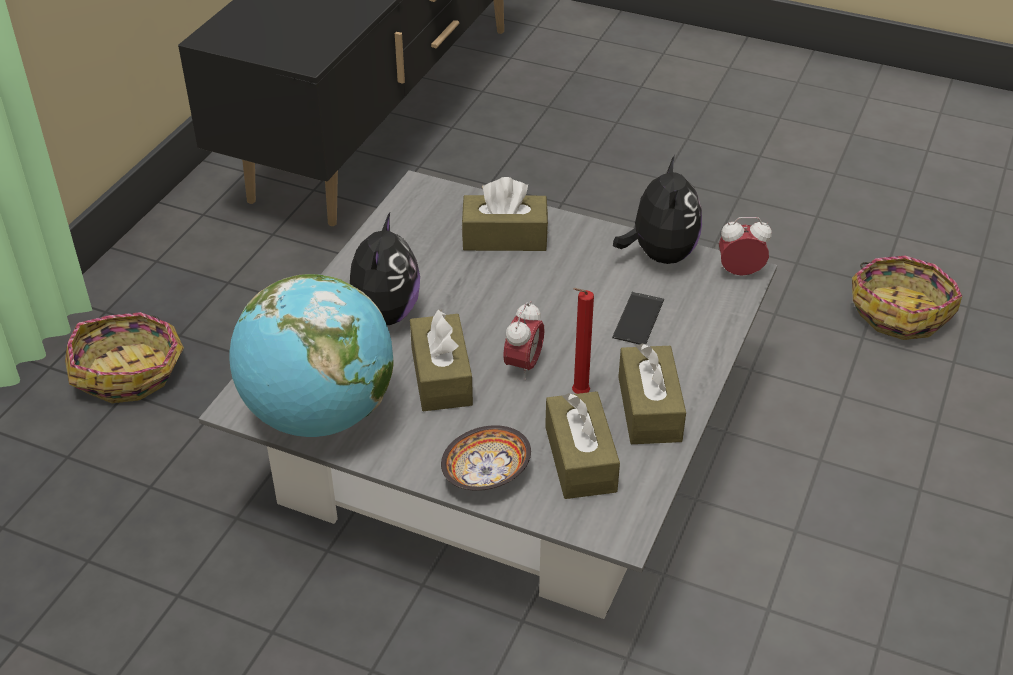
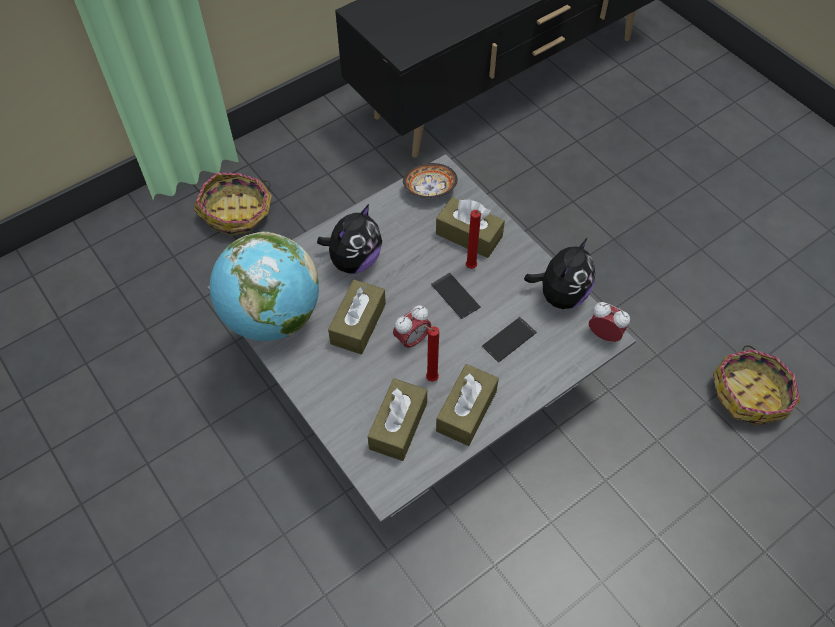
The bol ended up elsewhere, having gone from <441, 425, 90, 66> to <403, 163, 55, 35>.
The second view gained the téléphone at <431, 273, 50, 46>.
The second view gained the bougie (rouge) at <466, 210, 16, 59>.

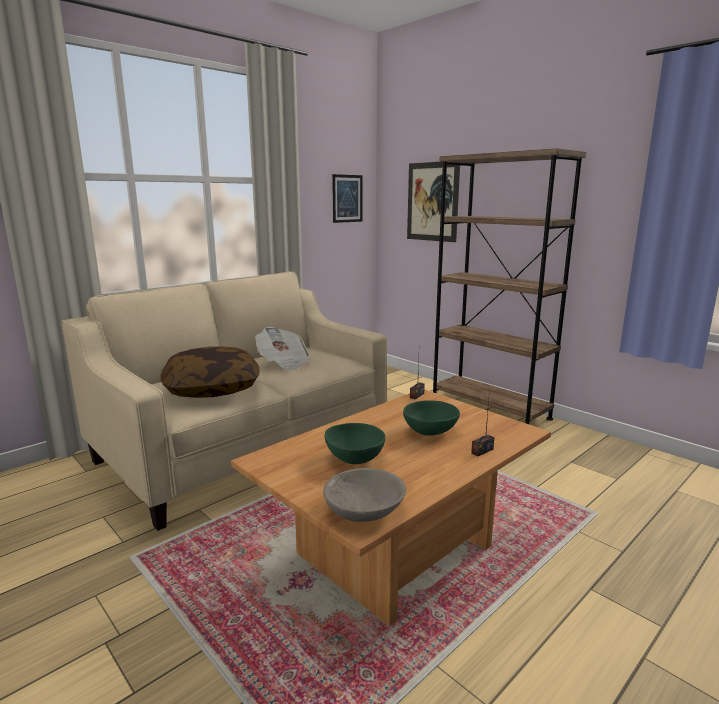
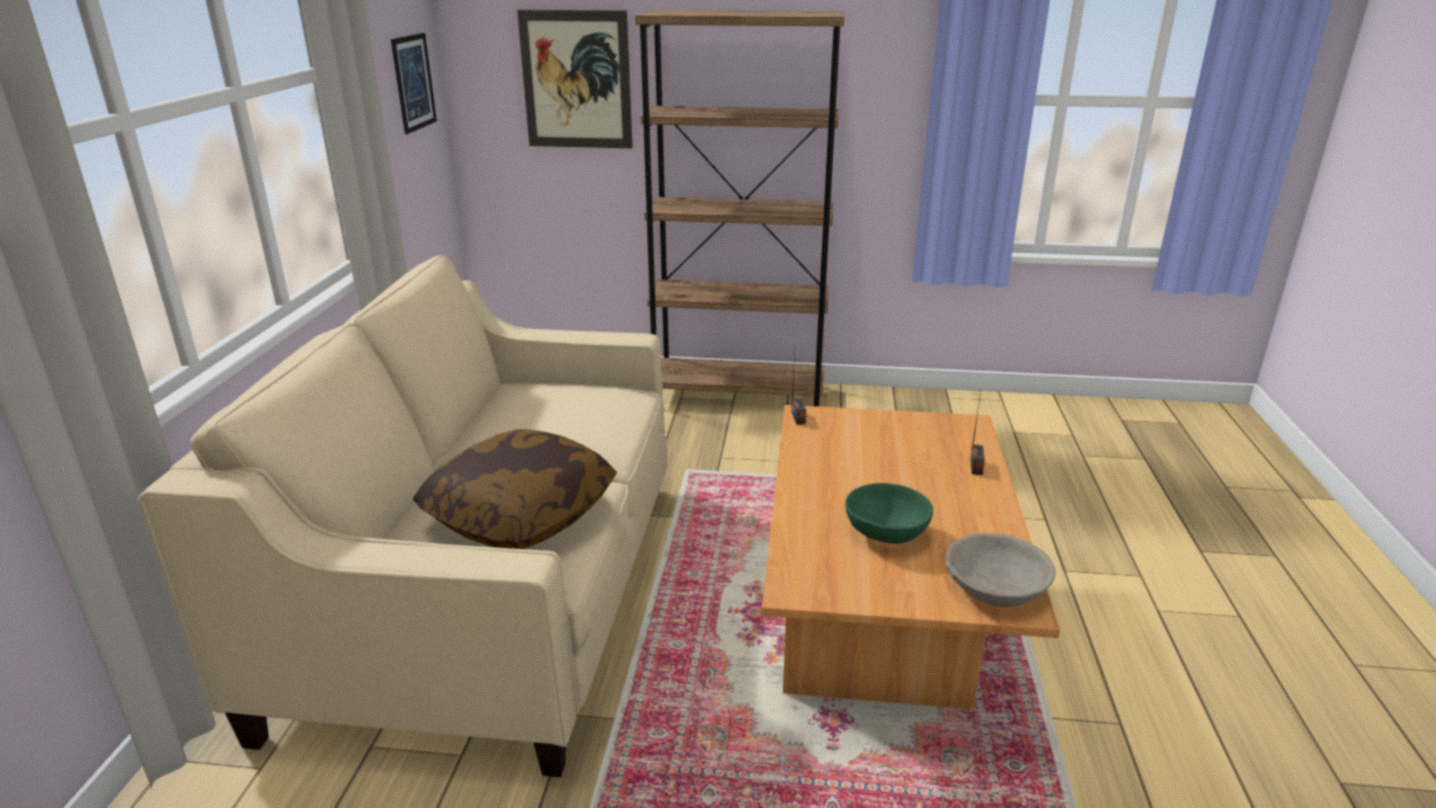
The second view lost the journal at <255, 327, 56, 44>.
The second view lost the bol (vert) at <403, 400, 57, 36>.

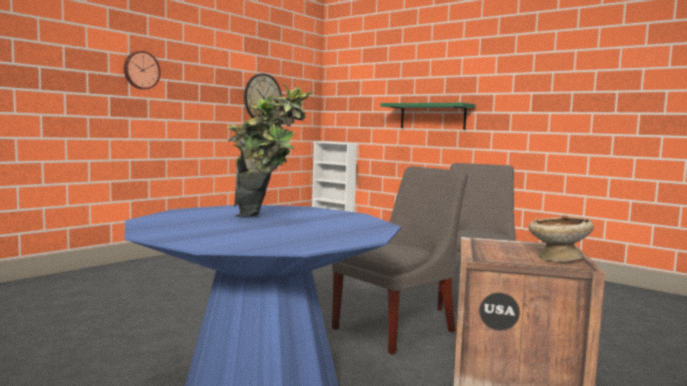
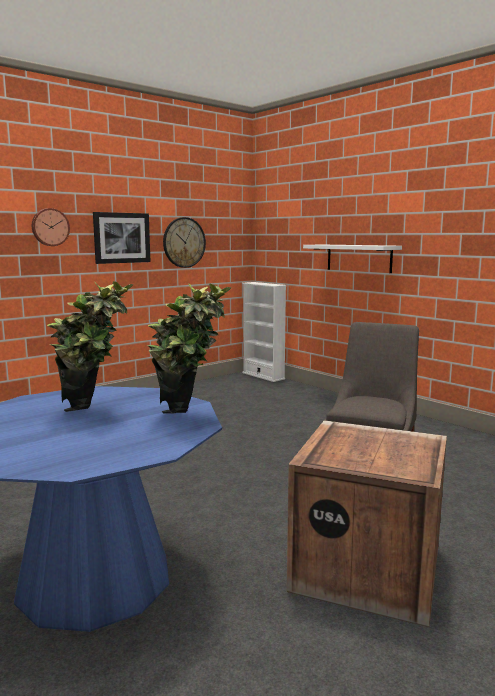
The second view lost the chaise (gris) at <332, 166, 136, 189>.
What was the étagère (vert) at <380, 103, 96, 27> turned into the étagère (blanc) at <303, 245, 99, 28>.
The second view lost the bol (beige) at <529, 214, 65, 47>.
The second view gained the tableau at <93, 212, 57, 52>.
The second view gained the plante en pot at <147, 283, 84, 131>.

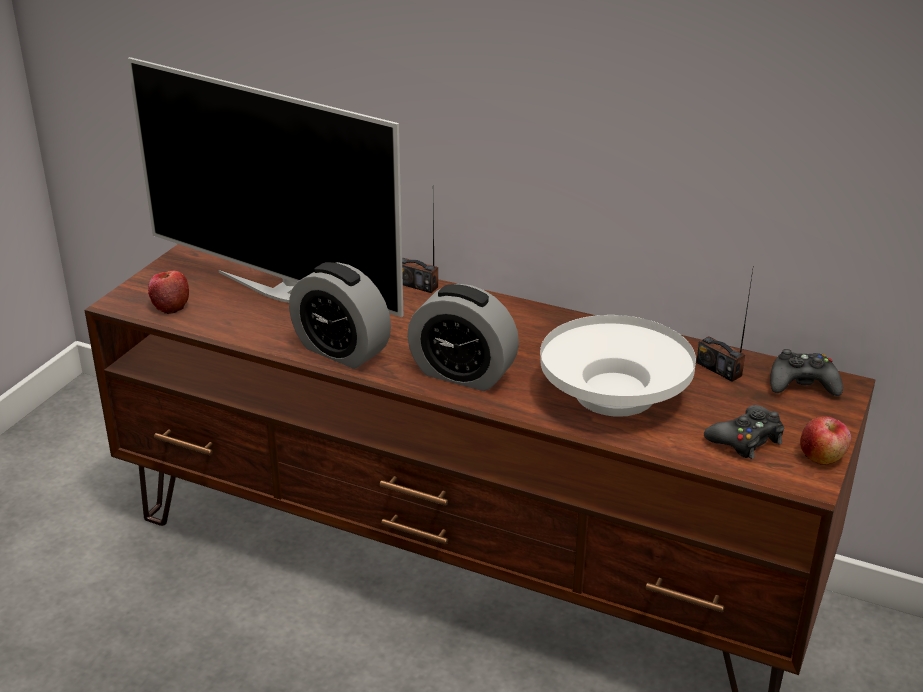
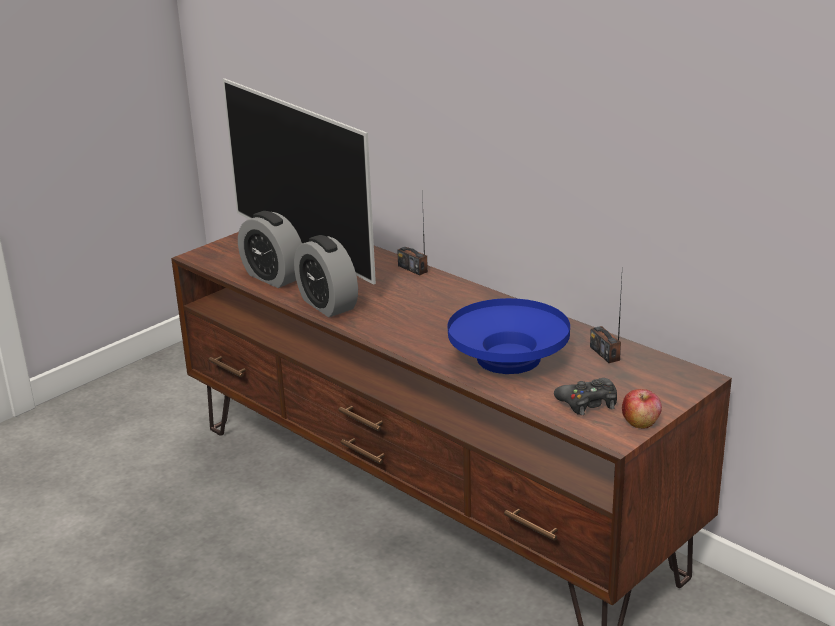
The second view lost the pomme at <148, 271, 41, 43>.
The réveil ended up elsewhere, having gone from <407, 284, 112, 107> to <238, 211, 64, 77>.
What was the bol (blanc) at <540, 315, 156, 101> turned into the bol (bleu) at <447, 298, 123, 76>.
The second view lost the manette (noir) at <770, 349, 73, 47>.

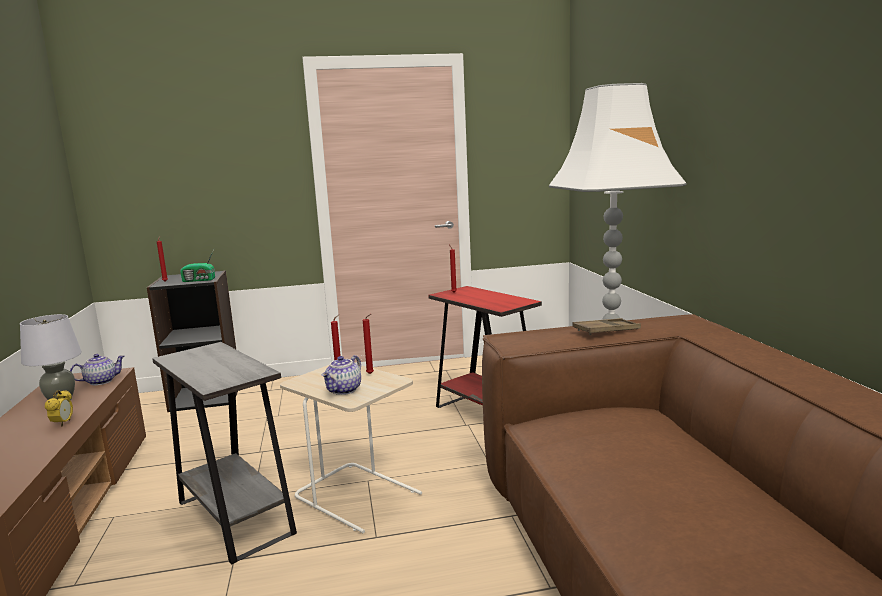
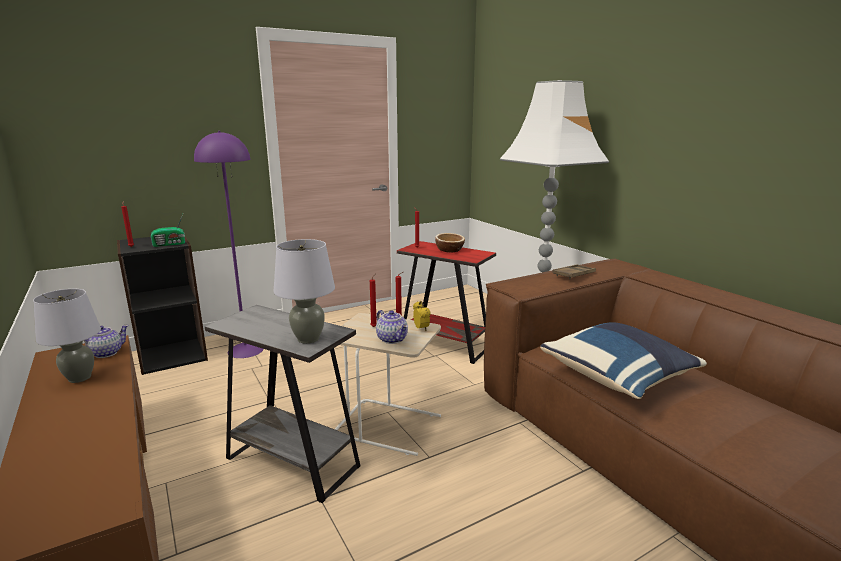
The réveil ended up elsewhere, having gone from <45, 390, 28, 37> to <413, 301, 17, 30>.
The théière at <322, 355, 39, 40> ended up facing another way, 45 degrees counterclockwise from before.
The second view gained the lampadaire (violet) at <194, 131, 70, 227>.
The second view gained the lampe de table (gris) at <273, 239, 62, 105>.
The second view gained the bol at <435, 233, 30, 19>.
The second view gained the coussin (bleu) at <540, 322, 167, 77>.

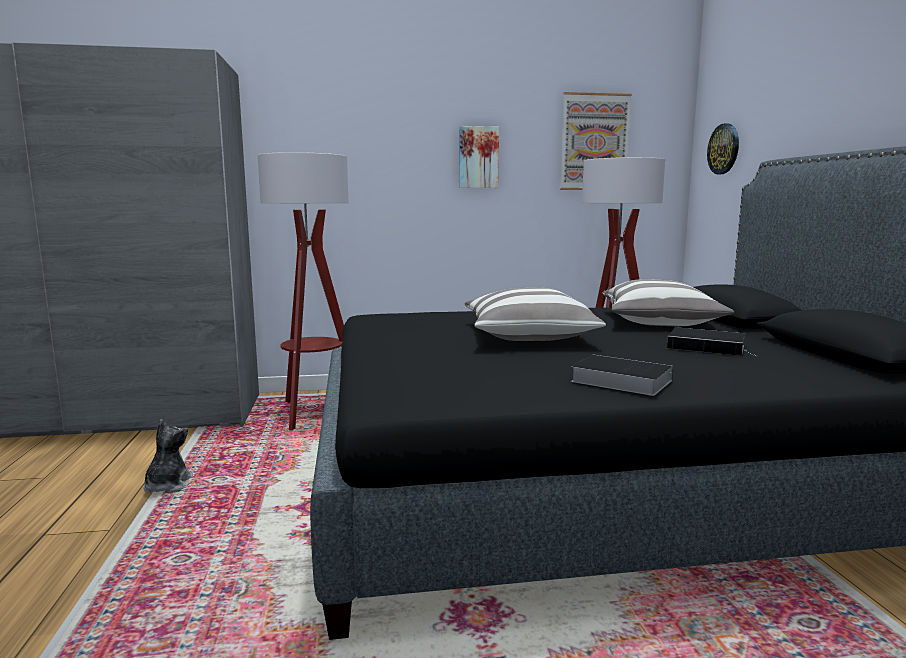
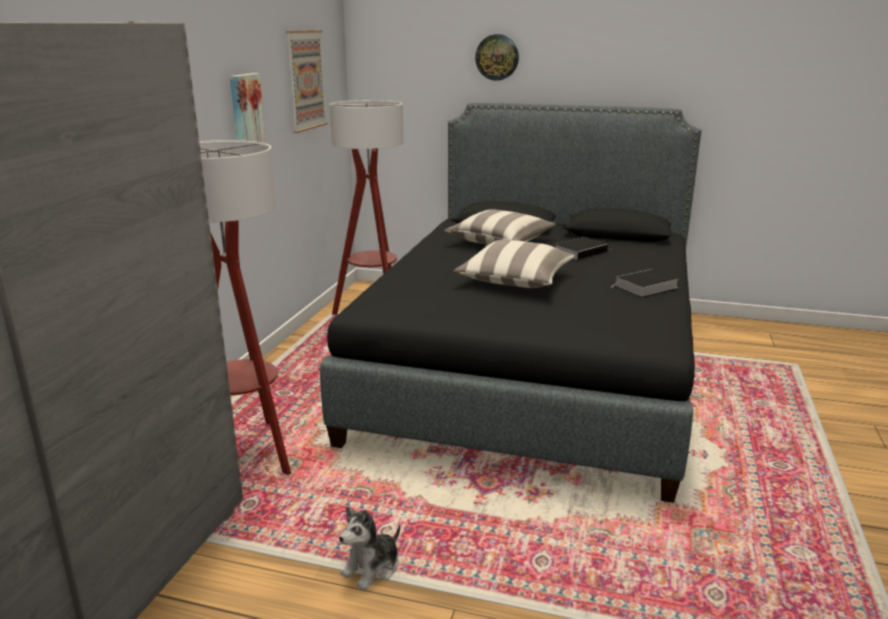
The peluche at <144, 419, 49, 74> ended up facing another way, 75 degrees counterclockwise from before.
The horloge murale ended up elsewhere, having gone from <707, 123, 32, 51> to <475, 34, 44, 47>.

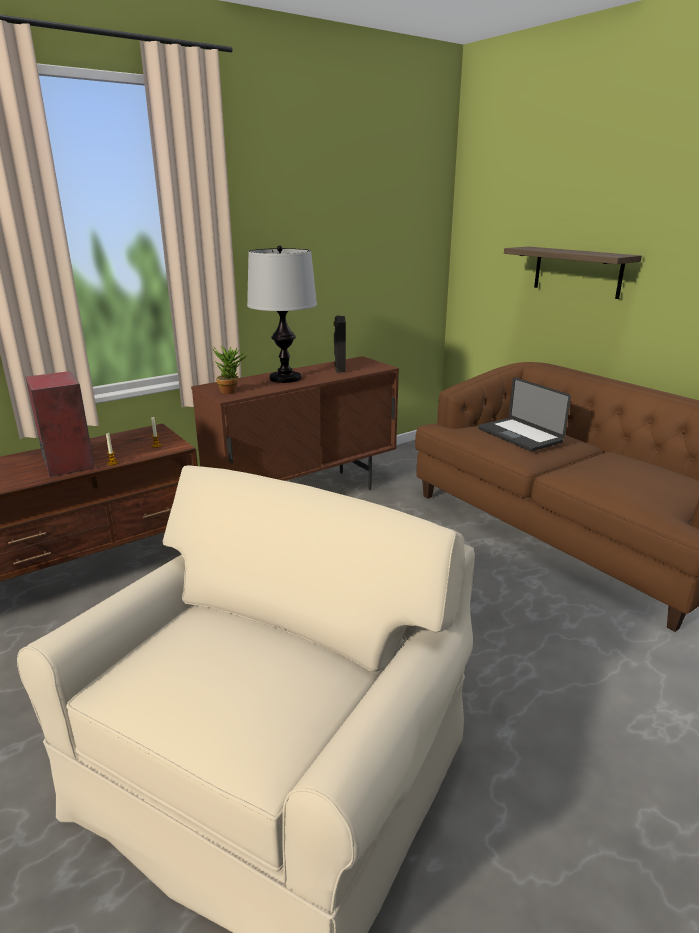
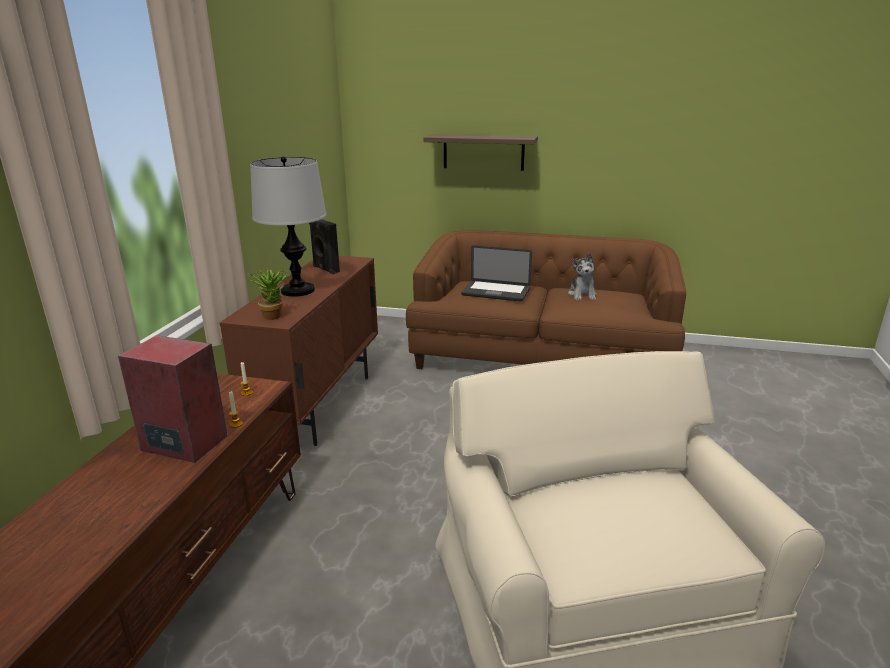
The second view gained the peluche at <568, 253, 29, 47>.

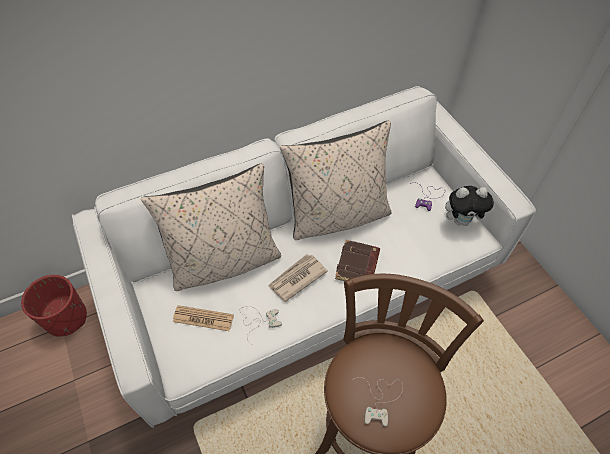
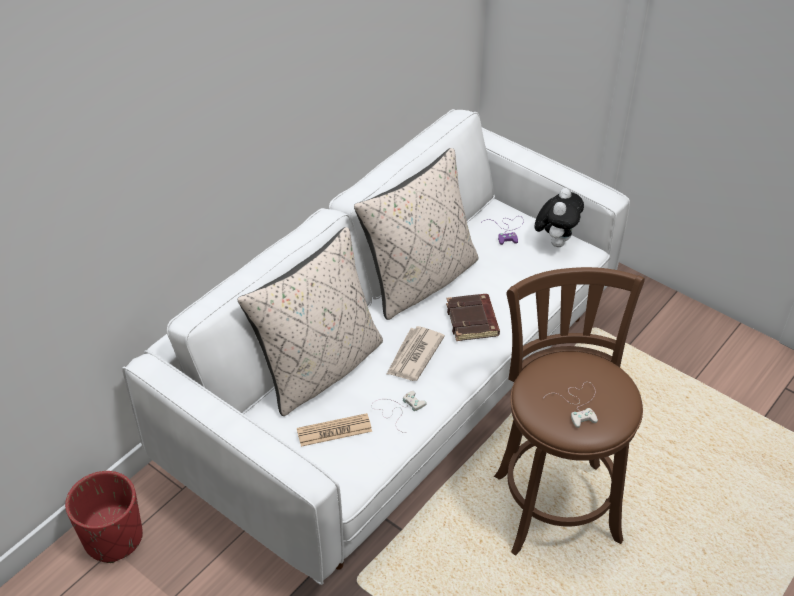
The peluche at <445, 186, 49, 40> ended up facing another way, 45 degrees counterclockwise from before.

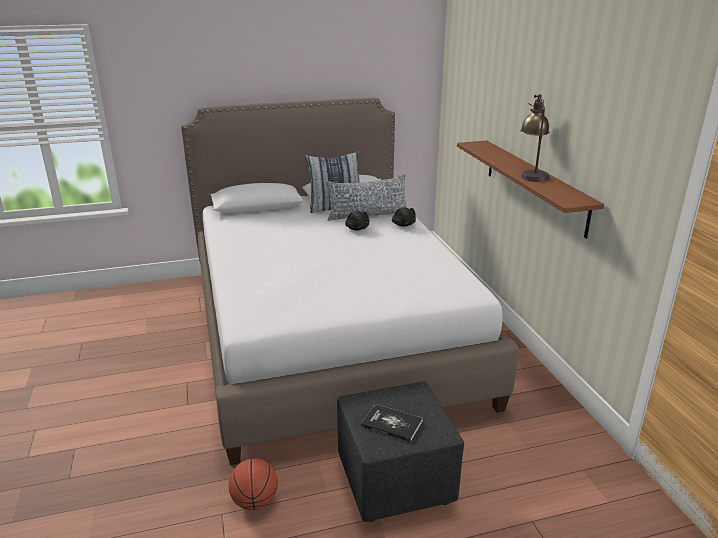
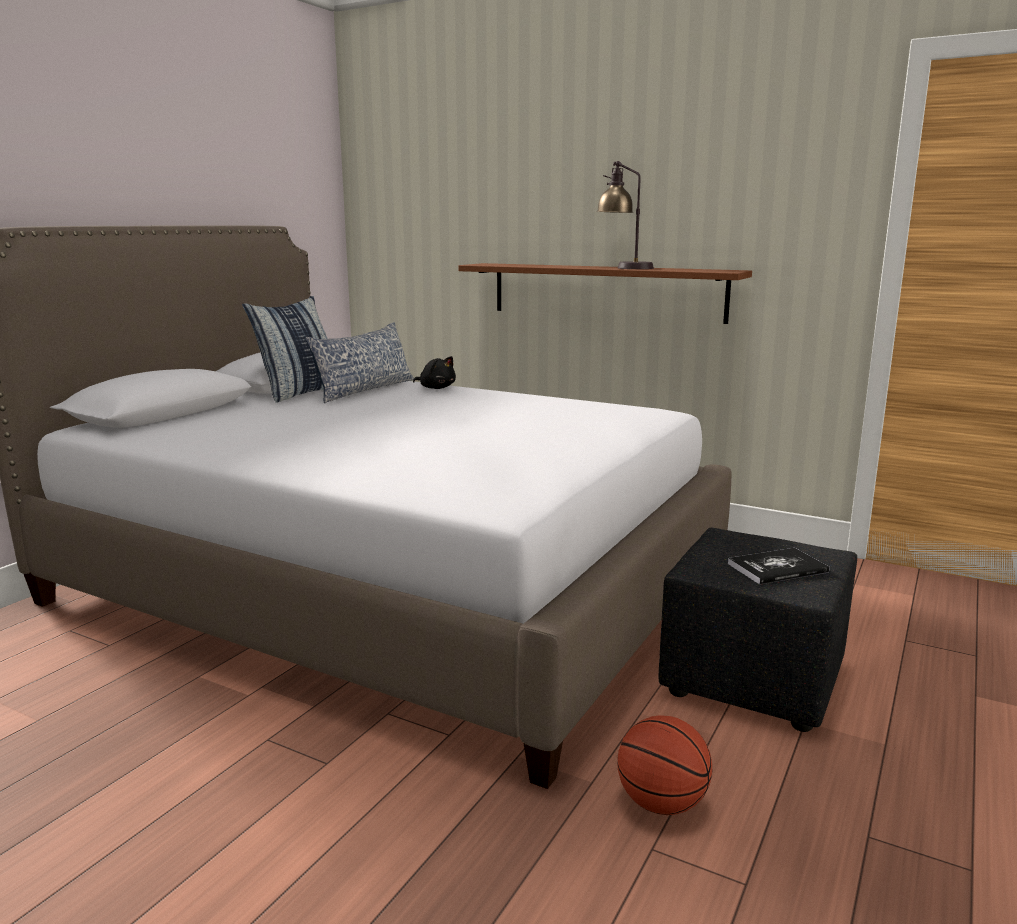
The second view lost the peluche (noir) at <345, 211, 24, 20>.

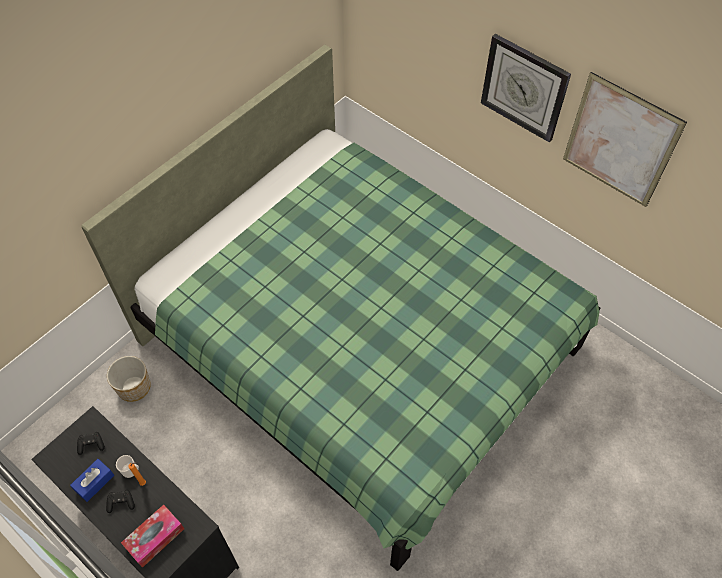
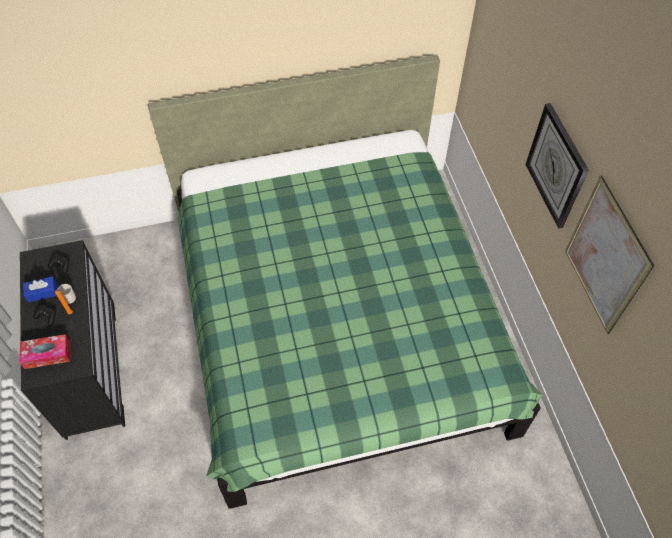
The second view lost the cache-pot at <107, 356, 44, 46>.

